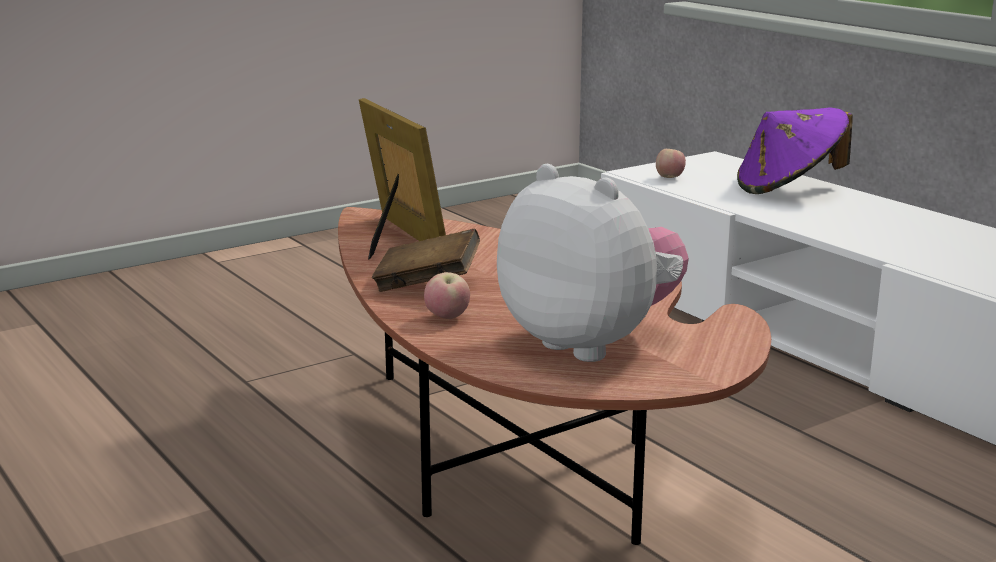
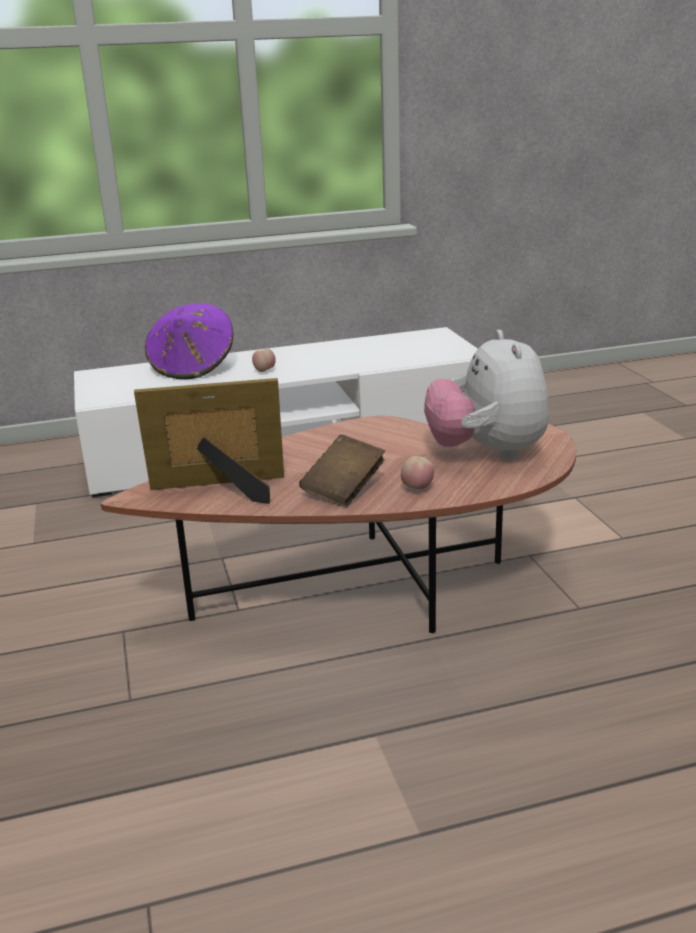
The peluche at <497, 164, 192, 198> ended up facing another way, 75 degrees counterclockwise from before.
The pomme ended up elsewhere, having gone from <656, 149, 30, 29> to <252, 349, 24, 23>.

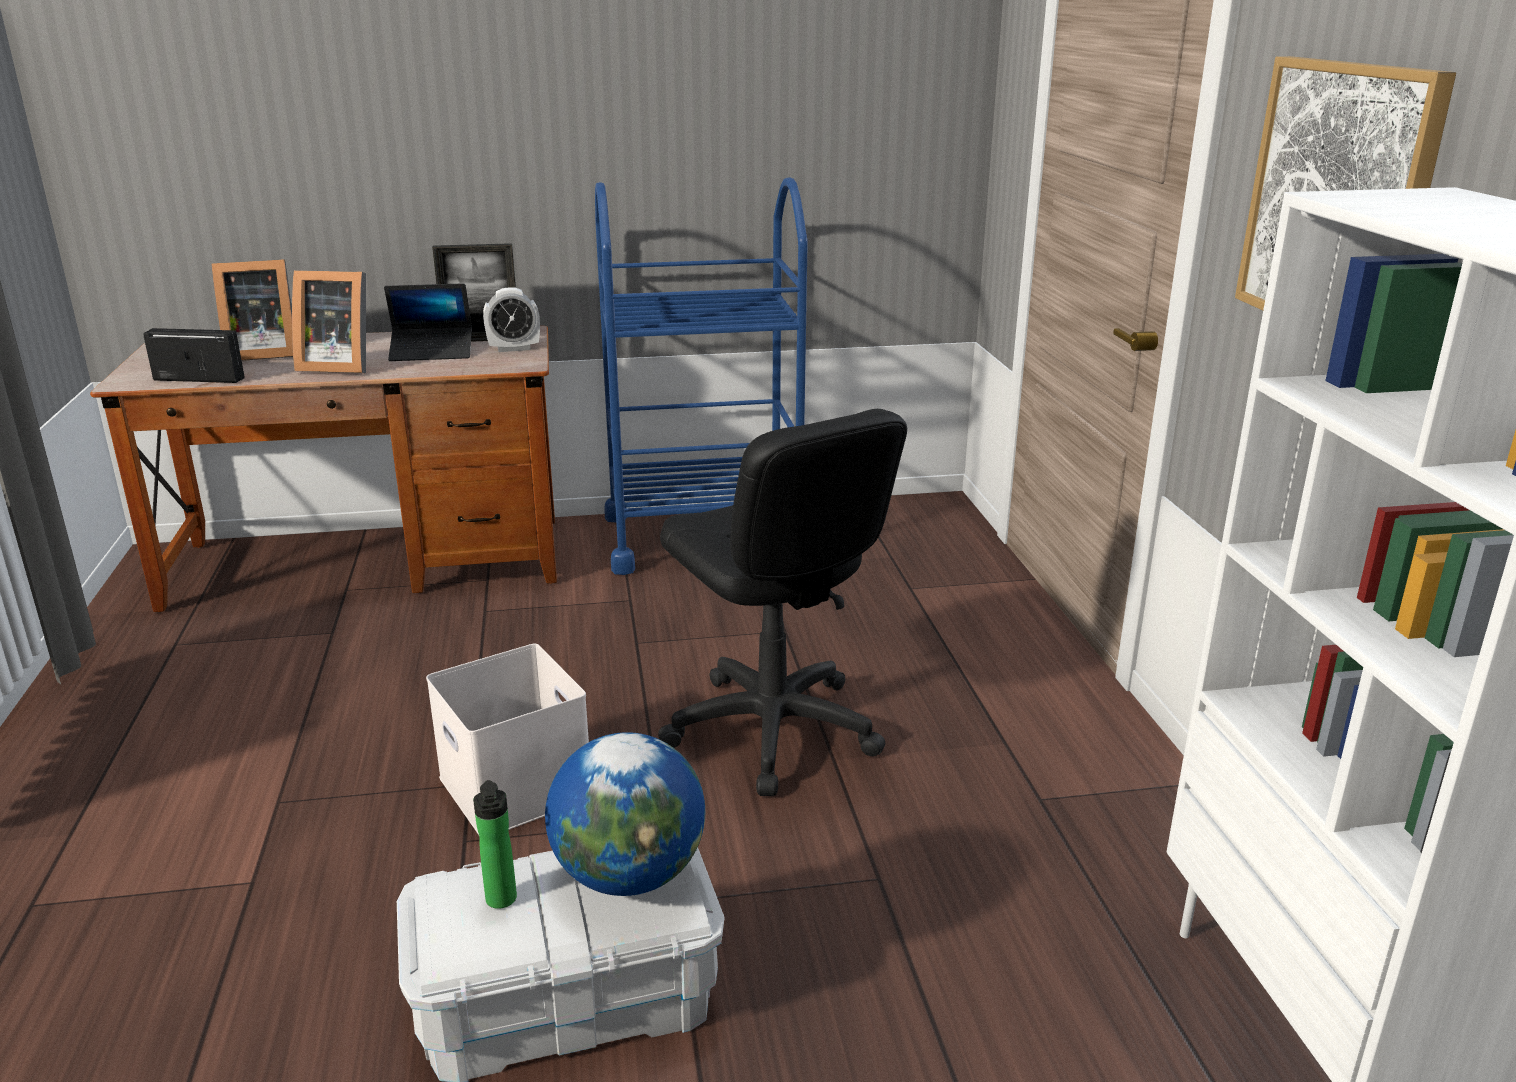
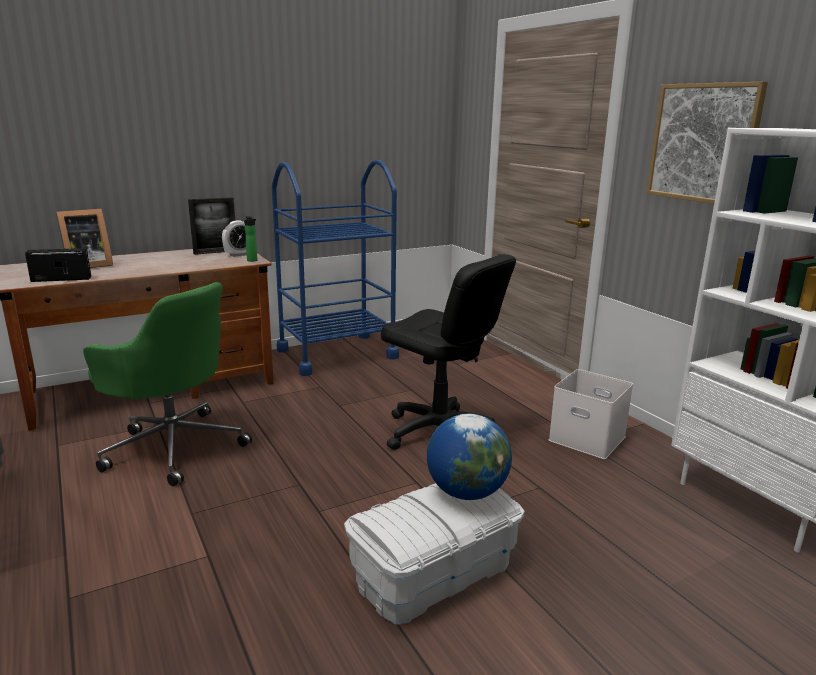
The second view lost the cadre photo at <292, 270, 74, 103>.
The second view lost the ordinateur portable at <384, 283, 88, 78>.
The boîte de rangement (blanc) ended up elsewhere, having gone from <426, 644, 163, 191> to <549, 369, 84, 90>.
The bouteille ended up elsewhere, having gone from <473, 780, 44, 129> to <244, 216, 13, 46>.
The second view gained the chaise de bureau (vert) at <83, 282, 169, 204>.

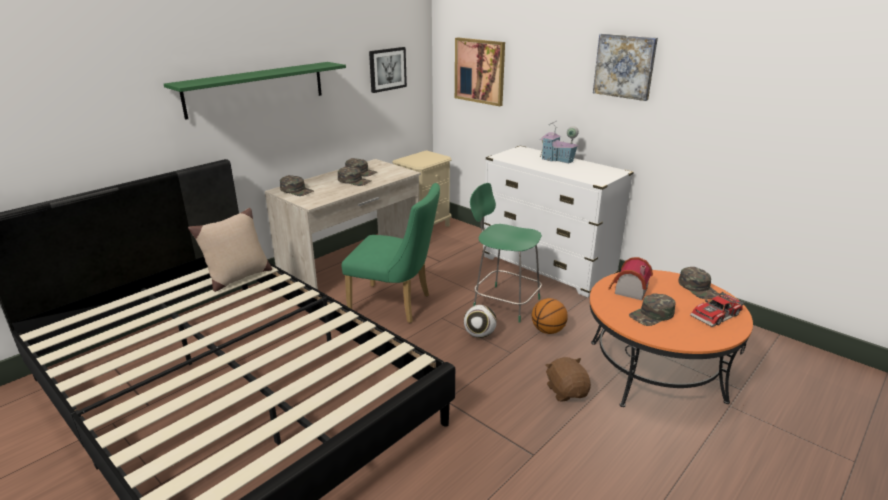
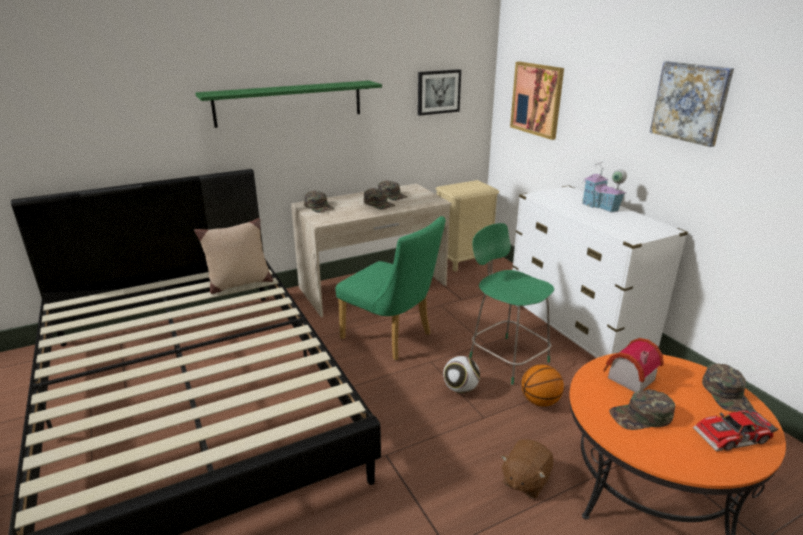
The peluche (marron) at <545, 357, 46, 44> ended up facing another way, 150 degrees counterclockwise from before.

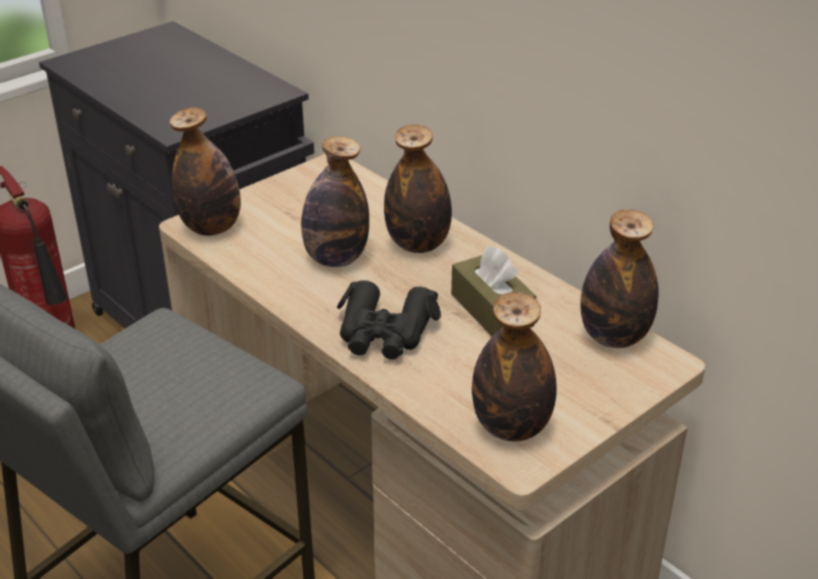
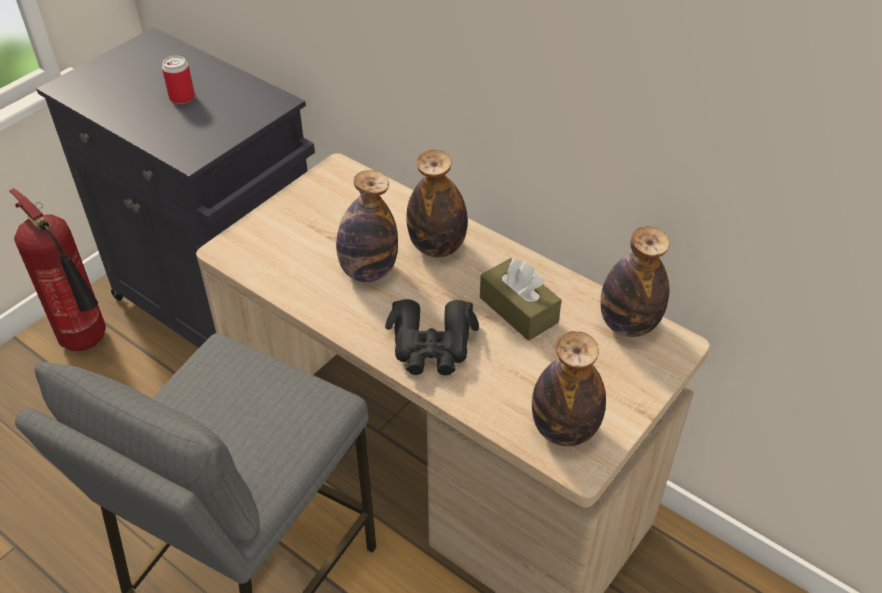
The second view lost the bouteille at <170, 107, 71, 129>.
The second view gained the boîte métallique at <162, 56, 33, 48>.

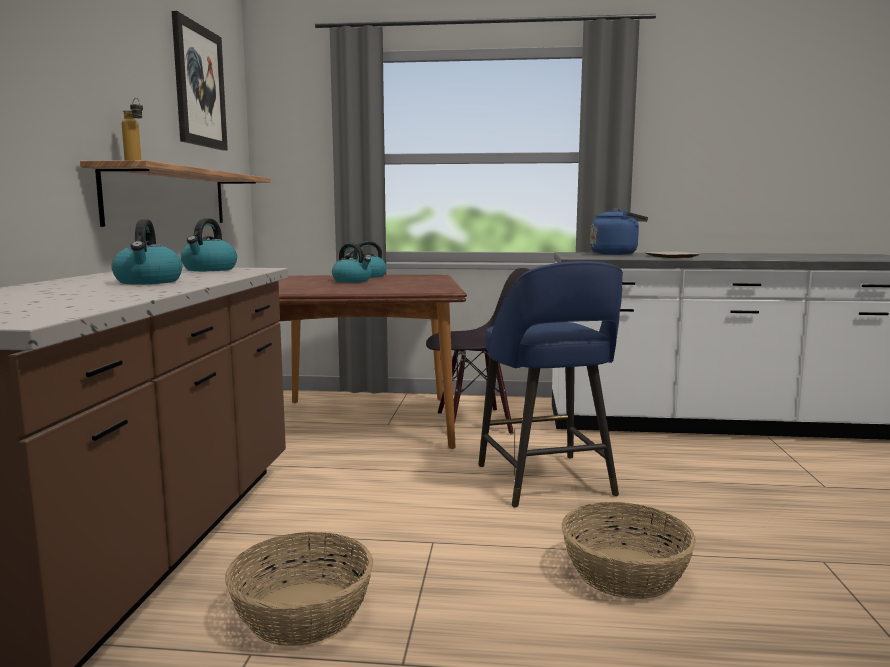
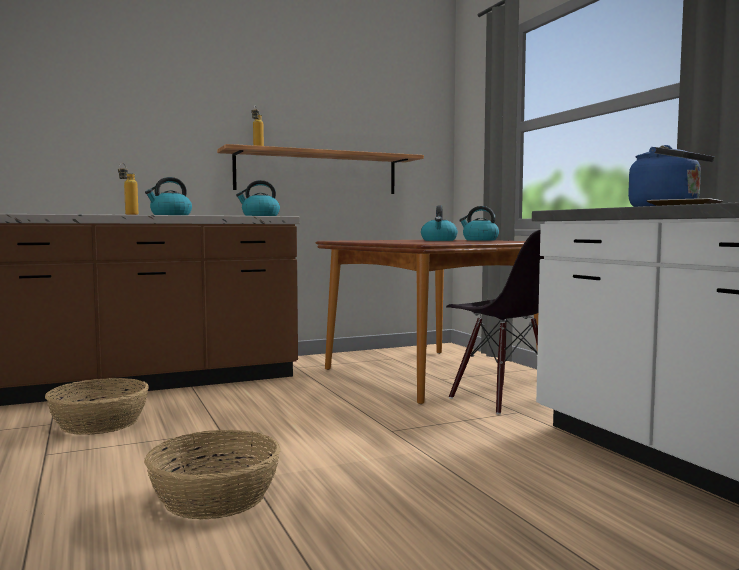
The second view lost the tableau at <172, 11, 56, 140>.
The second view lost the tabouret (bleu) at <478, 261, 145, 246>.
The second view gained the bouteille at <118, 163, 20, 52>.

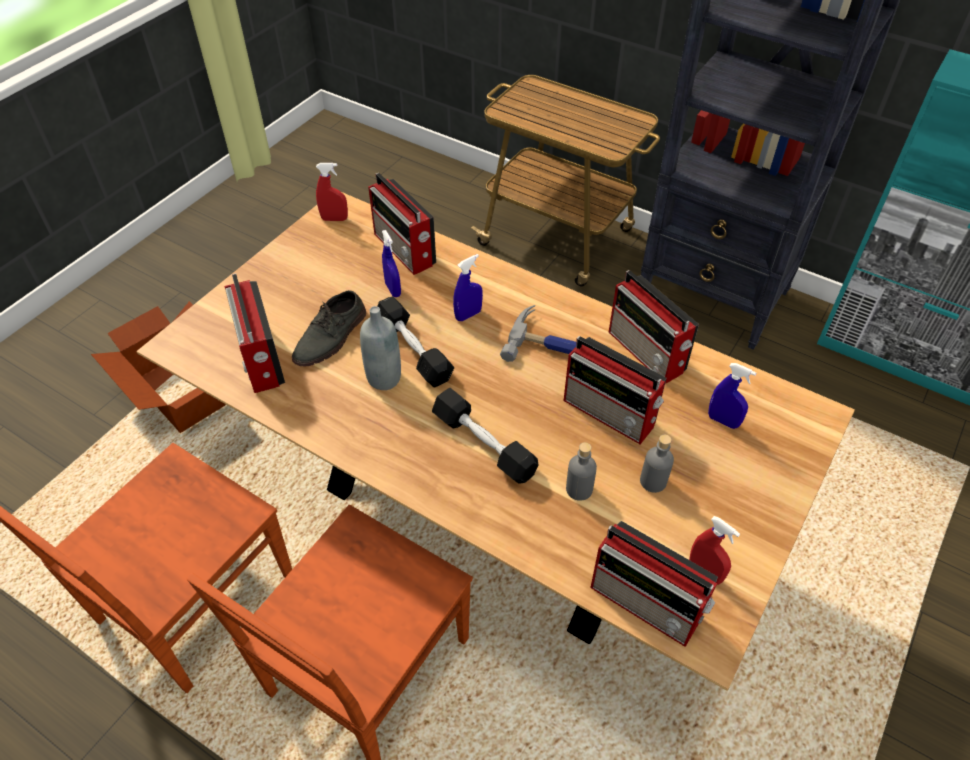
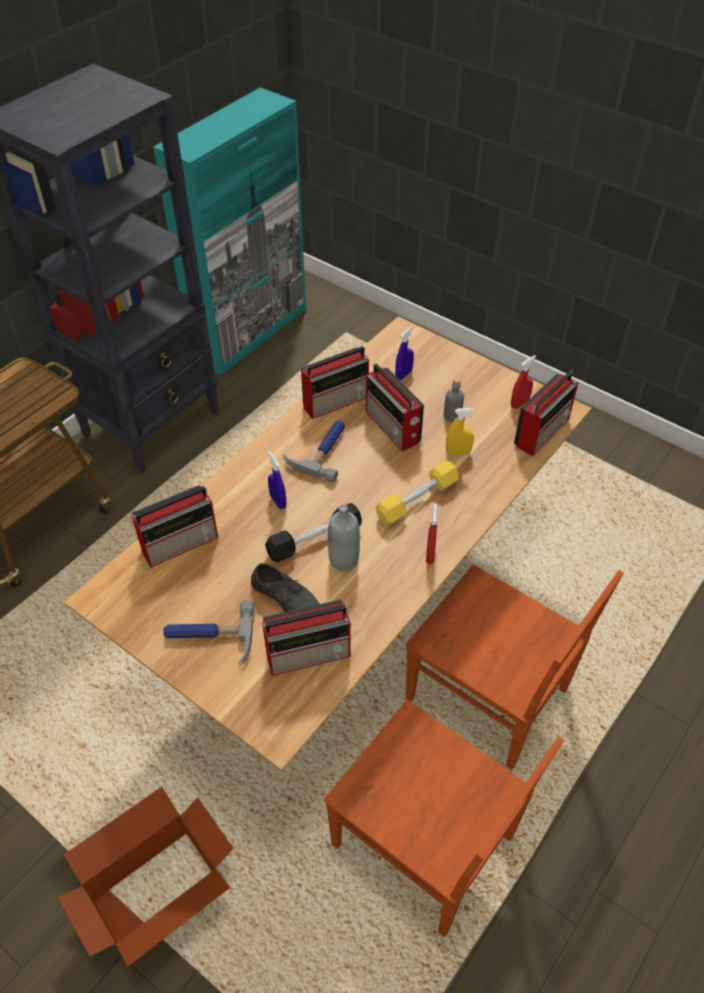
The vaporisateur (rouge) ended up elsewhere, having gone from <316, 163, 32, 58> to <426, 503, 11, 61>.
The second view lost the vaporisateur (bleu) at <382, 230, 19, 67>.
What was the haltère (noir) at <432, 388, 106, 96> turned into the haltère (jaune) at <376, 460, 83, 66>.
The radio at <564, 336, 102, 108> ended up facing another way, 105 degrees clockwise from before.
Where the bouteille (gris) stood at <566, 442, 31, 59>, the vaporisateur (jaune) came to stand at <446, 408, 29, 47>.
The second view gained the marteau at <163, 600, 92, 66>.

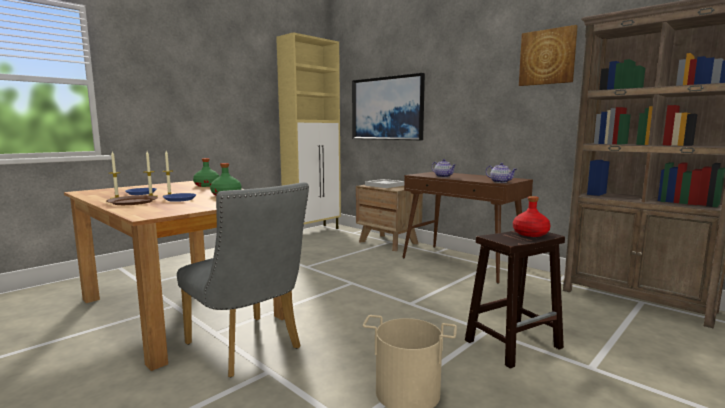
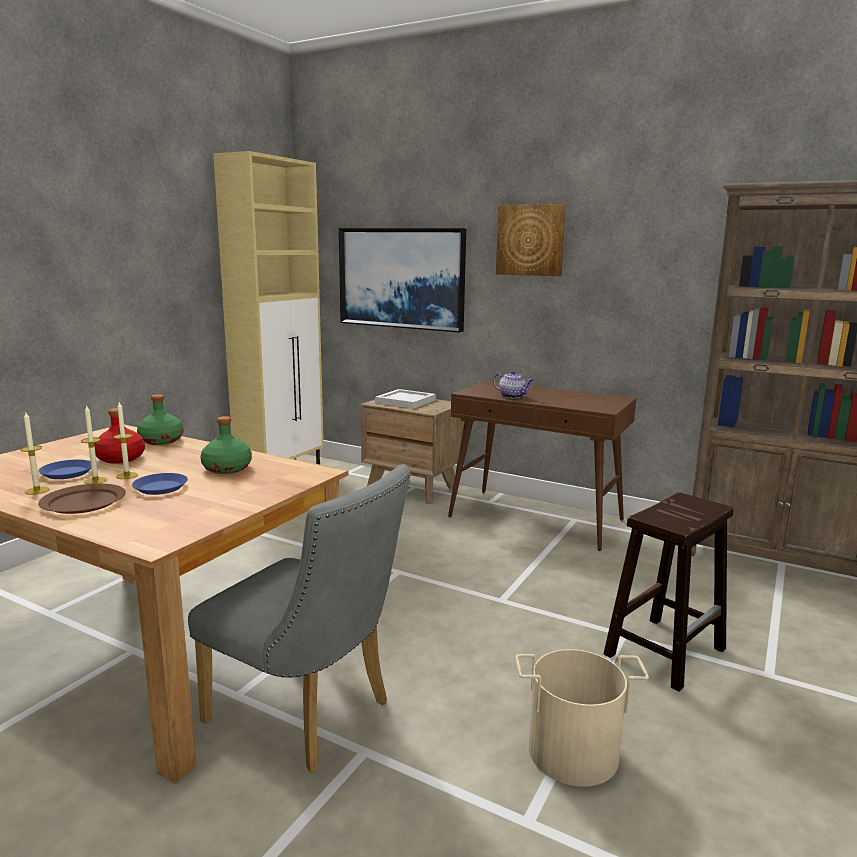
The second view lost the théière at <486, 163, 31, 20>.
The bouteille (rouge) ended up elsewhere, having gone from <513, 196, 37, 41> to <94, 408, 51, 56>.
The tableau ended up elsewhere, having gone from <519, 25, 59, 61> to <496, 204, 70, 72>.

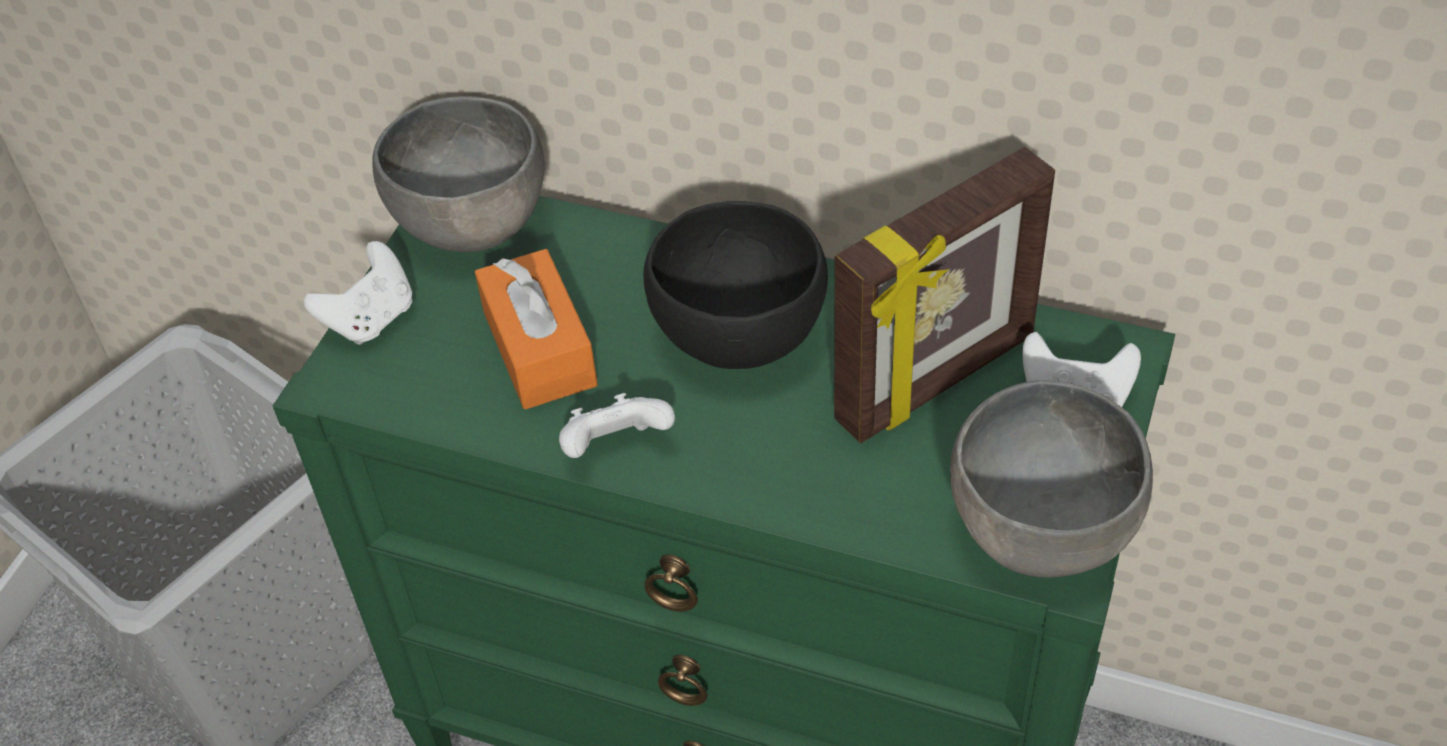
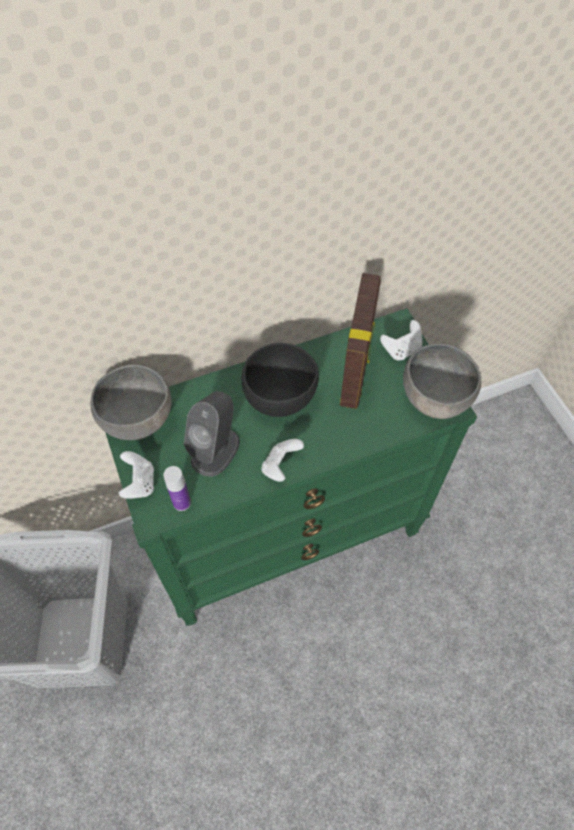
Where the boîte à mouchoirs (orange) stood at <475, 249, 123, 160>, the enceinte (gris) came to stand at <184, 391, 56, 86>.
The second view gained the bouteille at <163, 466, 28, 45>.

